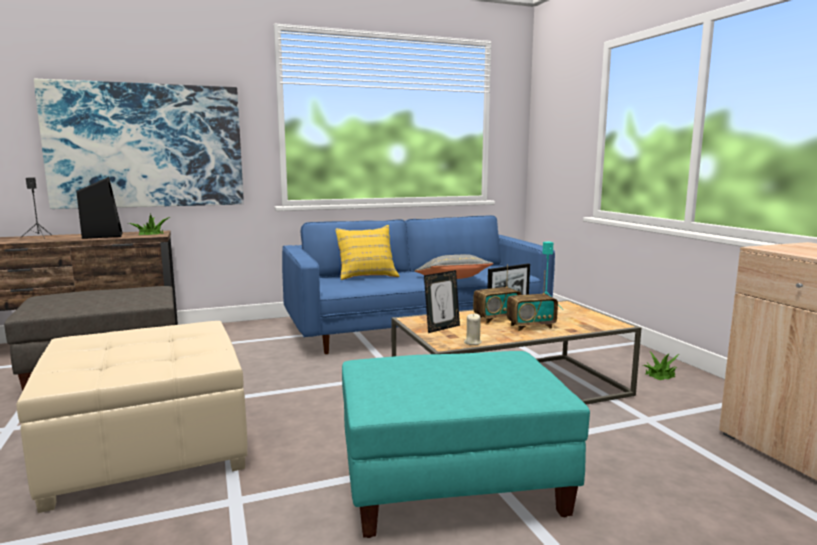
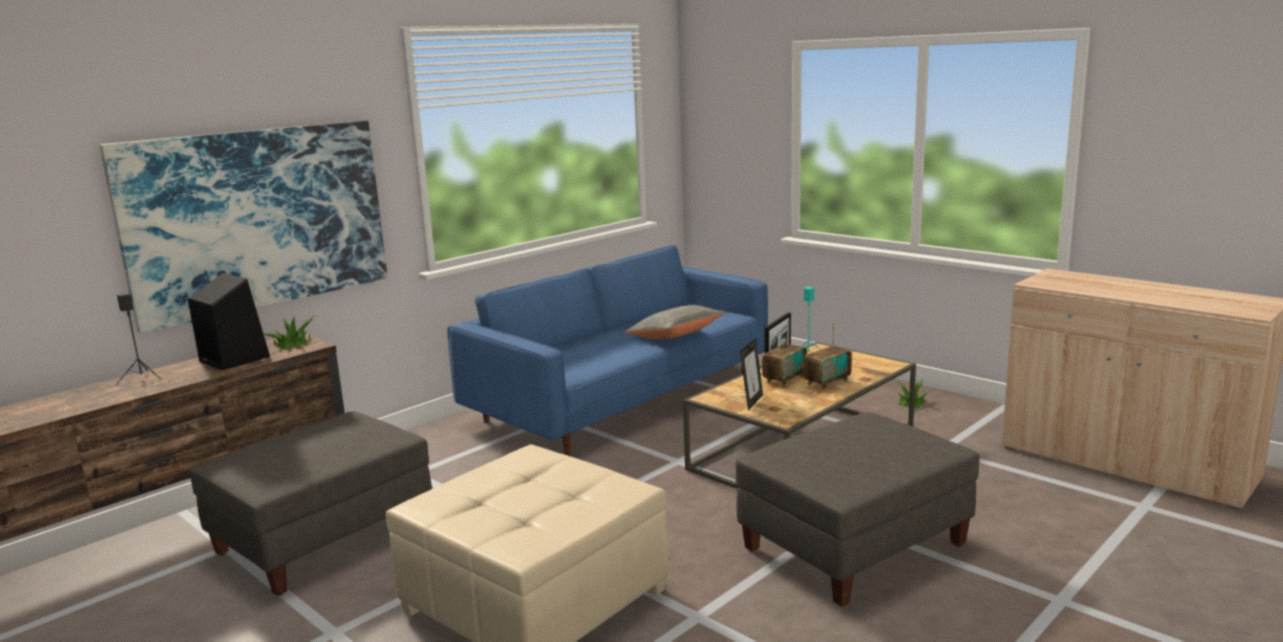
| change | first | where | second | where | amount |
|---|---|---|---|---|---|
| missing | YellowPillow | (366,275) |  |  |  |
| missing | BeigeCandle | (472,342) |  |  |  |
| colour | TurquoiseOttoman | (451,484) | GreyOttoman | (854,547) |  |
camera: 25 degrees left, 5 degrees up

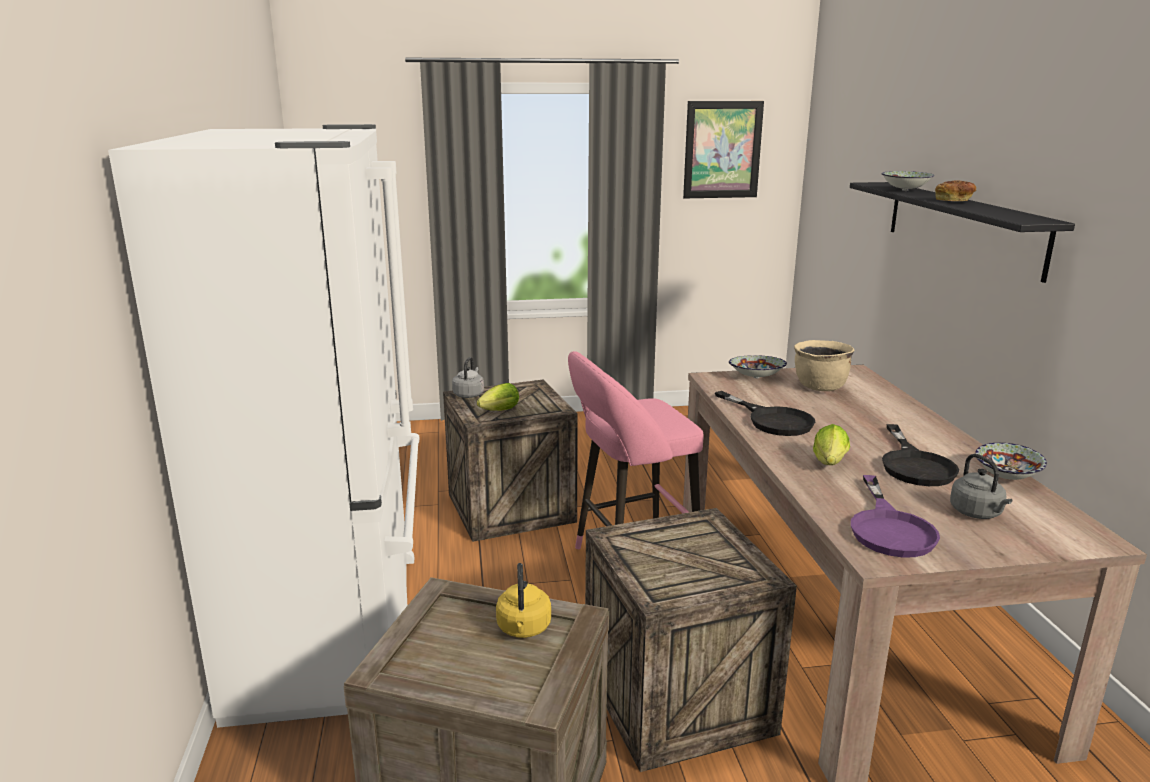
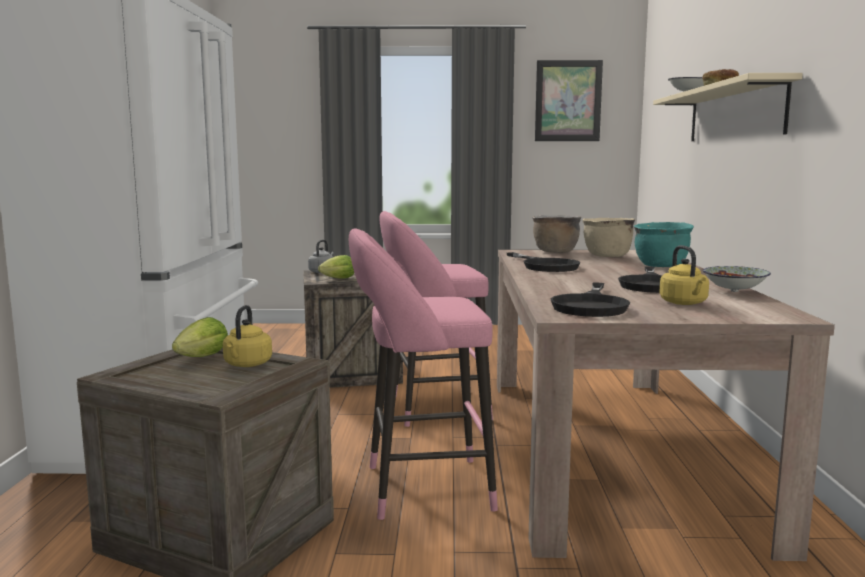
| change | first | where | second | where | amount |
|---|---|---|---|---|---|
| appeared |  |  | TurquoiseCookingPot | (661,266) |  |
| relocated | Lettuce | (829,464) |  | (200,358) |  |
| exchanged | Crate | (674,698) | PinkStool | (419,488) |  |
| exchanged | Bowl | (756,377) | BrownCookingPot | (555,252) |  |
| colour | BlackShelf | (962,226) | BeigeShelf | (734,113) |  |
| colour | PurpleFryingPan | (889,528) | BlackFryingPan | (591,306) |  |
| colour | GreyKettle | (977,513) | YellowKettle | (684,303) |  |
camera: 10 degrees right, 10 degrees down

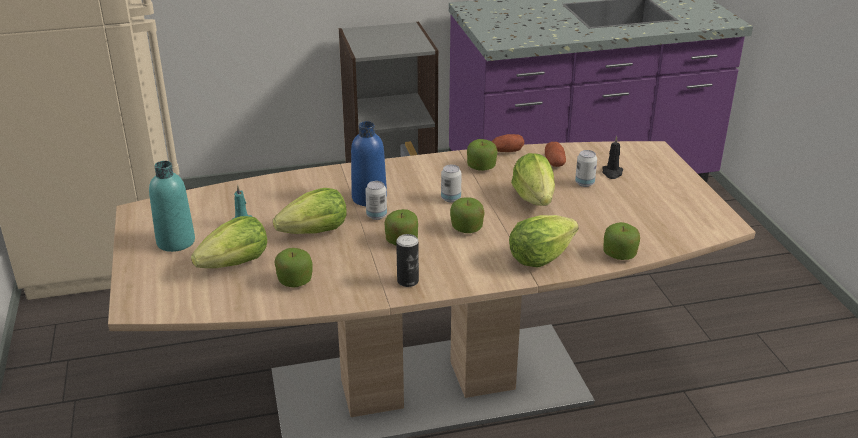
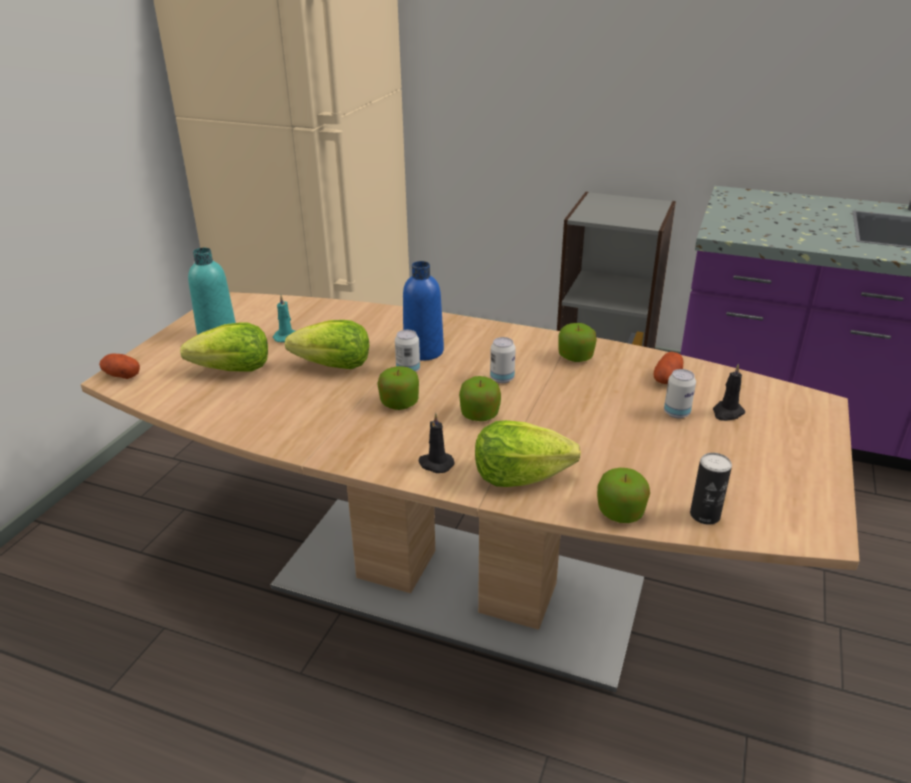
| change | first | where | second | where | amount |
|---|---|---|---|---|---|
| missing | Apple | (295,281) |  |  |  |
| missing | Lettuce | (534,198) |  |  |  |
| appeared |  |  | BlackCandle | (435,464) |  |
| relocated | Can | (407,281) |  | (705,515) |  |
| relocated | Potato | (506,151) |  | (122,375) |  |
camera: 35 degrees right, 0 degrees up

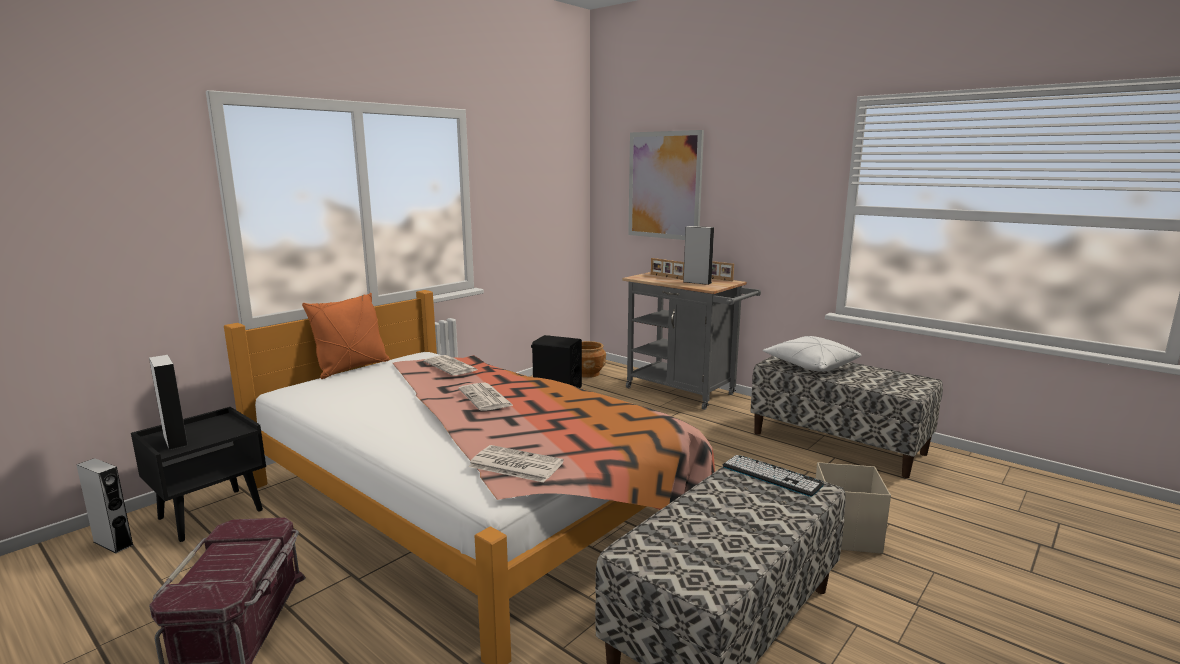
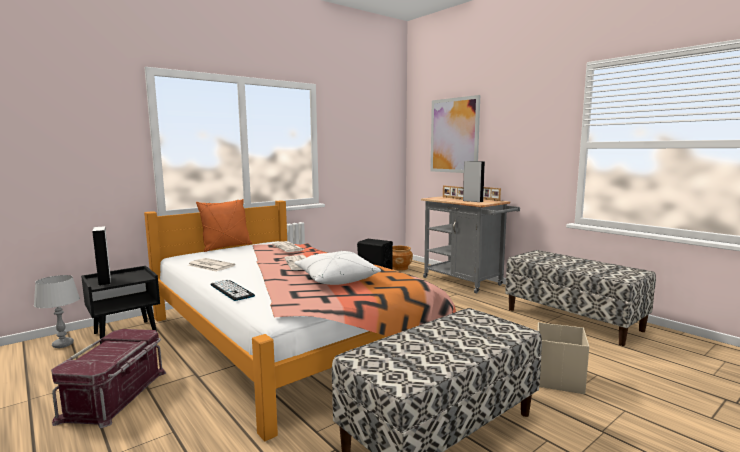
| change | first | where | second | where | amount |
|---|---|---|---|---|---|
| relocated | Newspaper | (514,465) |  | (210,265) |  |
| relocated | Keyboard | (771,476) |  | (231,290) |  |
| relocated | WhitePillow | (810,366) |  | (336,279) |  |
| exchanged | GreySpeaker | (113,543) | GreyTableLamp | (63,344) |  |
camera: 10 degrees right, 5 degrees down

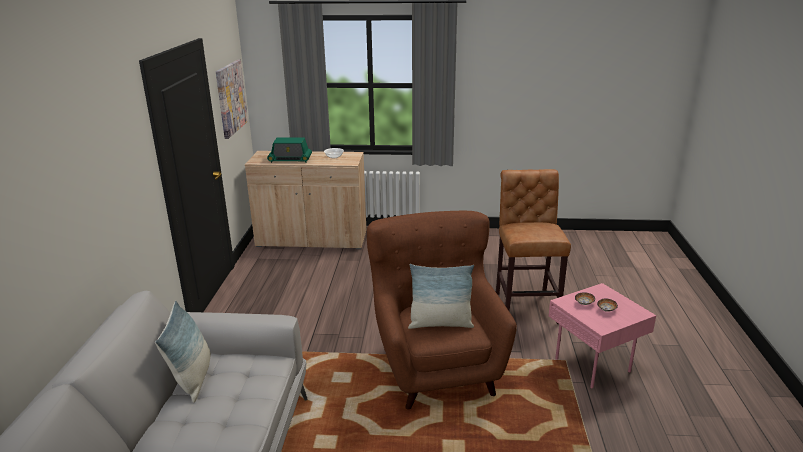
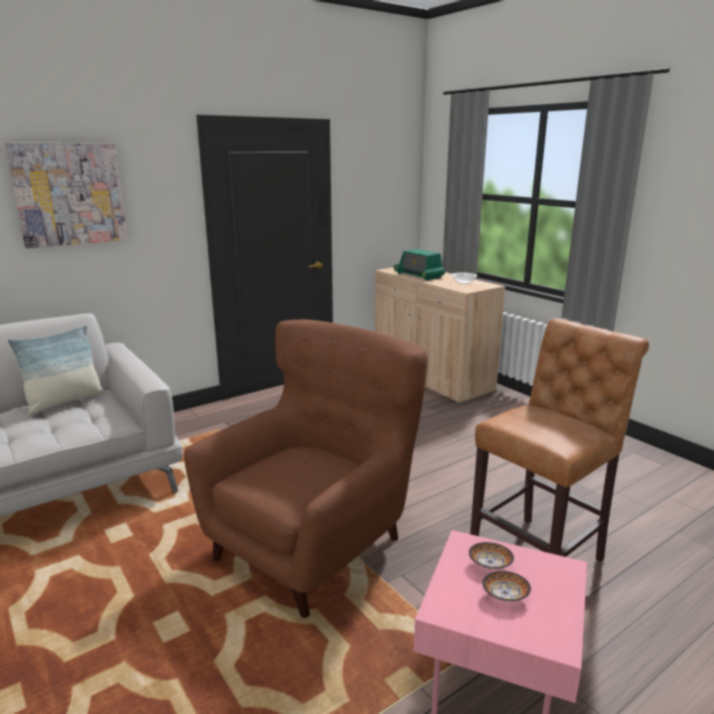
| change | first | where | second | where | amount |
|---|---|---|---|---|---|
| missing | Pillow | (440,324) |  |  |  |
| relocated | Picture | (230,98) |  | (69,194) |  |
camera: 50 degrees right, 5 degrees down

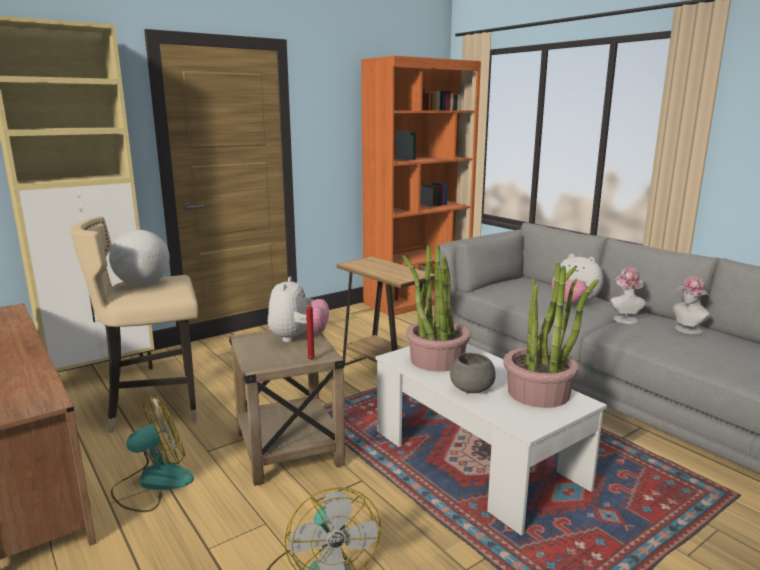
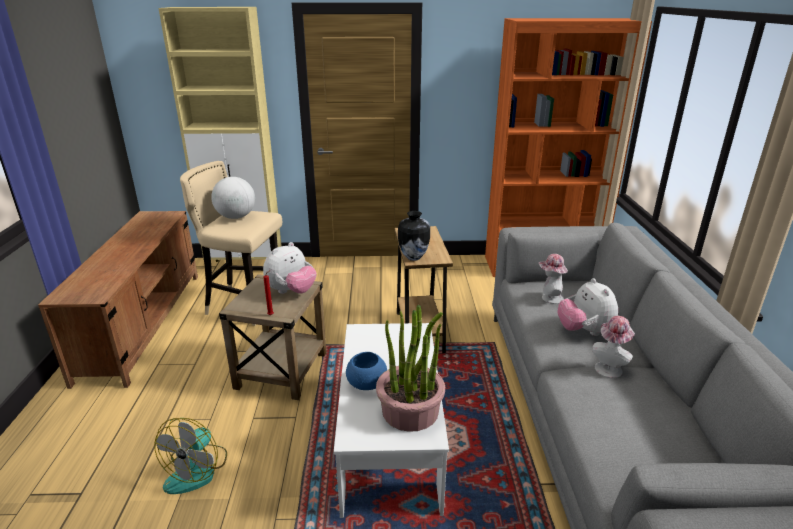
| change | first | where | second | where | amount |
|---|---|---|---|---|---|
| missing | Fan | (153,483) |  |  |  |
| missing | PottedPlant | (436,360) |  |  |  |
| appeared |  |  | Vase | (413,257) |  |
| relocated | Hat | (686,330) |  | (549,298) |  |
| colour | GreyBowl | (471,389) | BlueBowl | (366,383) |  |
camera: 35 degrees right, 10 degrees up

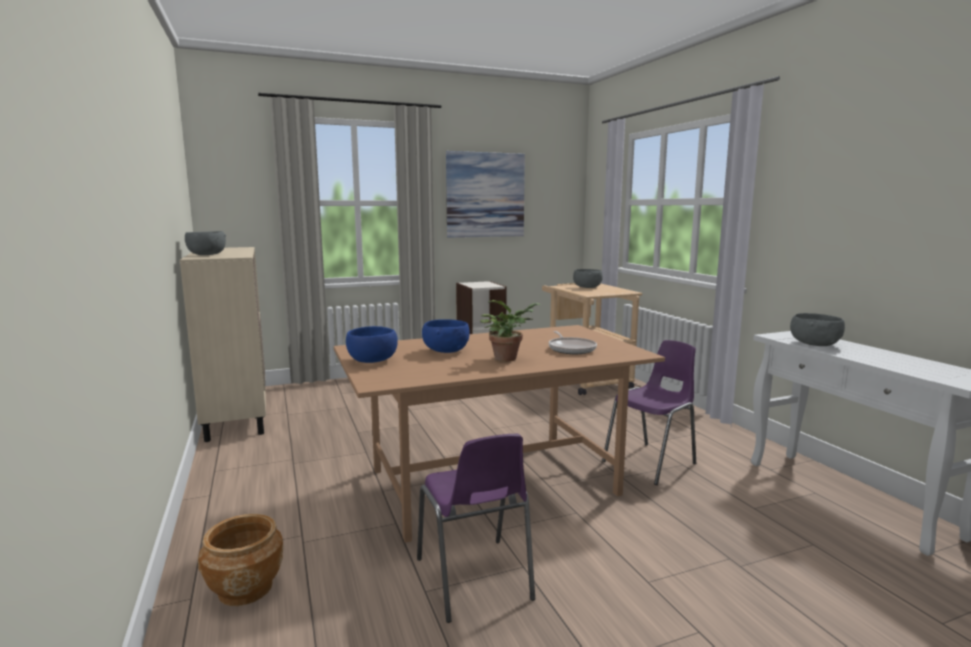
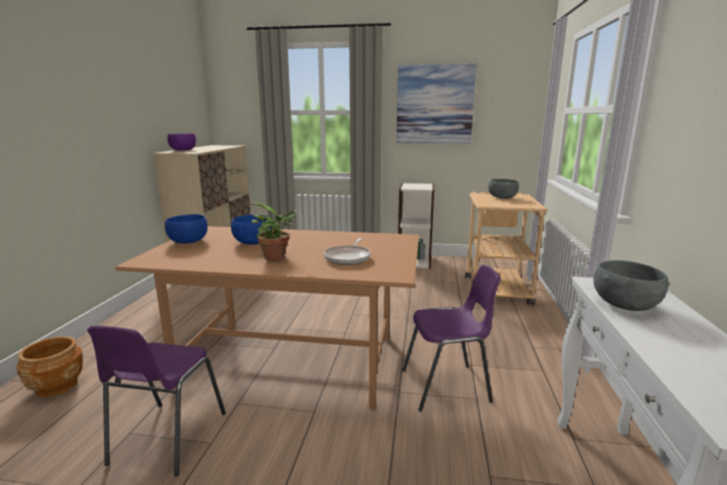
| change | first | where | second | where | amount |
|---|---|---|---|---|---|
| colour | GreyBowl | (207,255) | PurpleBowl | (182,150) |  |
camera: 30 degrees right, 5 degrees up

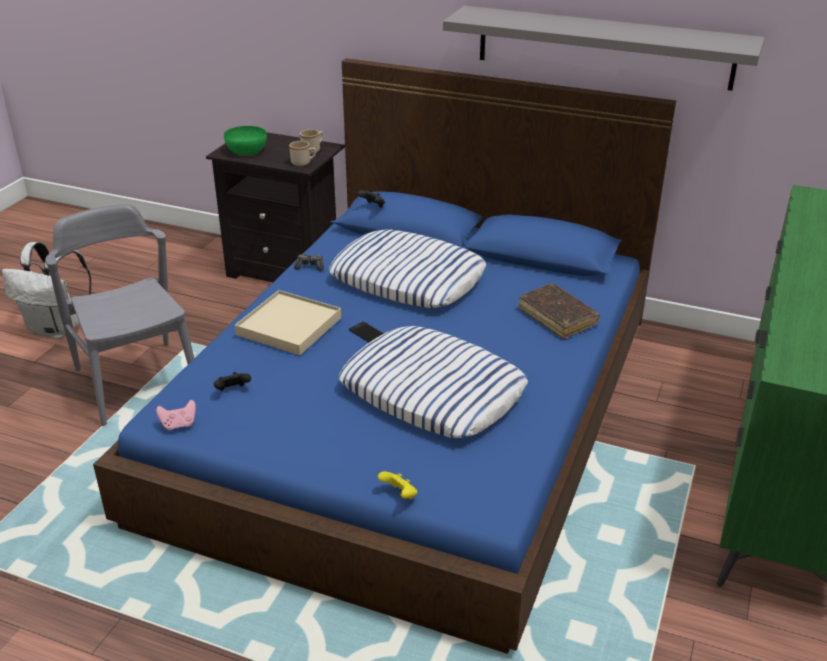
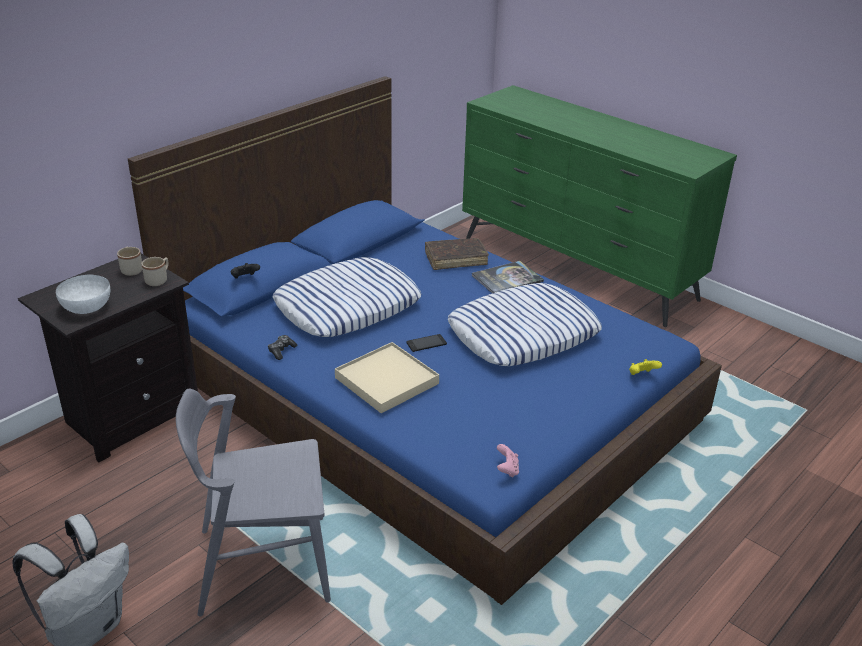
| change | first | where | second | where | amount |
|---|---|---|---|---|---|
| missing | BlackGameController | (232,390) |  |  |  |
| missing | GreyShelf | (604,47) |  |  |  |
| appeared |  |  | Book | (507,279) |  |
| colour | GreenBowl | (246,151) | WhiteBowl | (86,307) |  |
camera: 70 degrees left, 0 degrees up

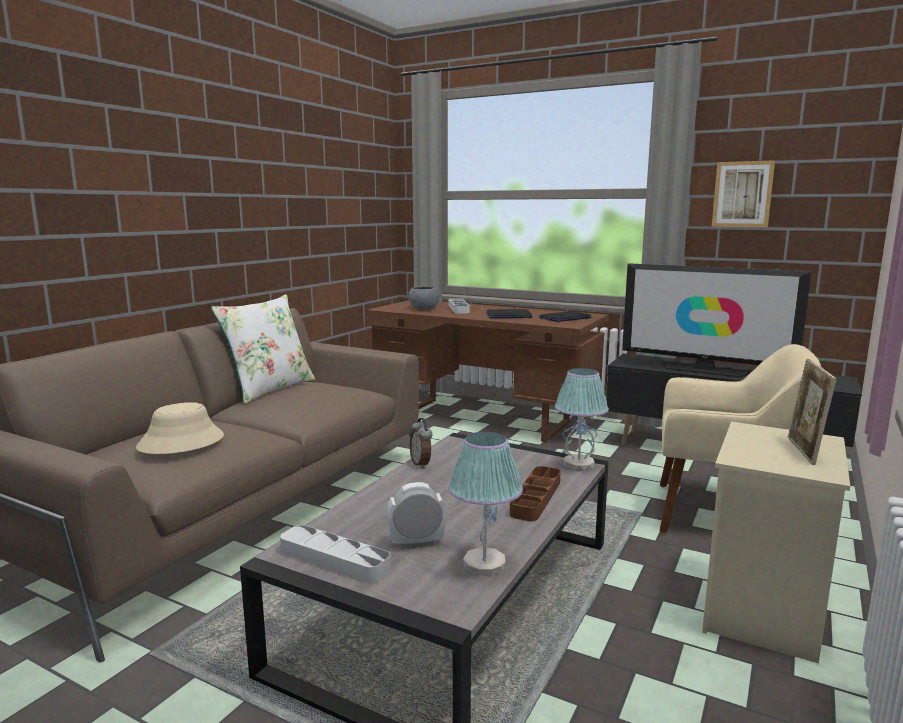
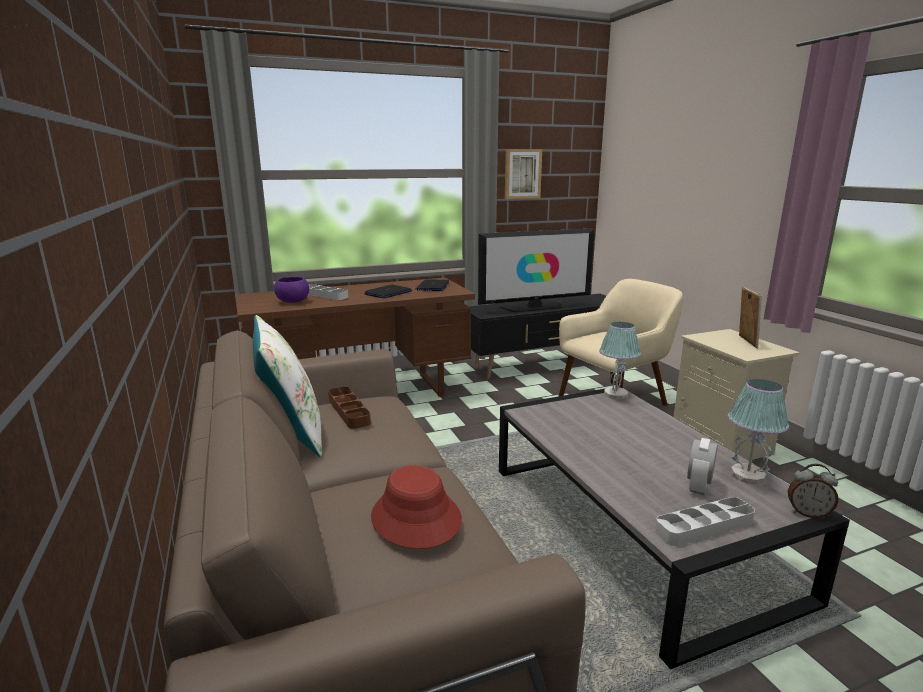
| change | first | where | second | where | amount |
|---|---|---|---|---|---|
| relocated | AlarmClock | (421,464) |  | (808,513) |  |
| relocated | BrownTray | (536,498) |  | (348,411) |  |
| colour | BeigeHat | (181,442) | RedHat | (415,518) |  |
| colour | GreyBowl | (424,309) | PurpleBowl | (292,301) |  |
| spun | PictureFrame | (804,451) |  | (745,341) | 135 degrees counterclockwise |
camera: 50 degrees left, 5 degrees up

